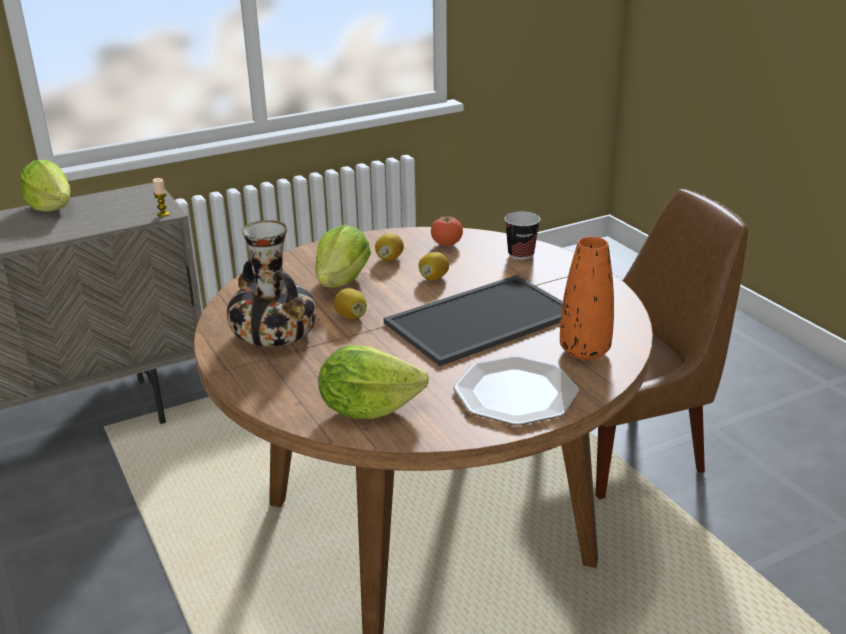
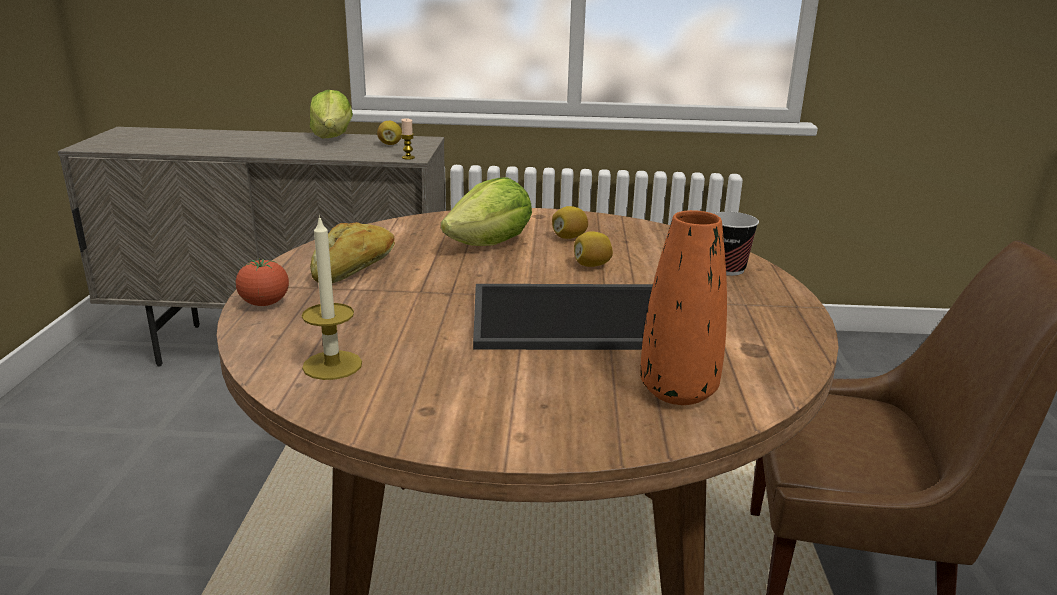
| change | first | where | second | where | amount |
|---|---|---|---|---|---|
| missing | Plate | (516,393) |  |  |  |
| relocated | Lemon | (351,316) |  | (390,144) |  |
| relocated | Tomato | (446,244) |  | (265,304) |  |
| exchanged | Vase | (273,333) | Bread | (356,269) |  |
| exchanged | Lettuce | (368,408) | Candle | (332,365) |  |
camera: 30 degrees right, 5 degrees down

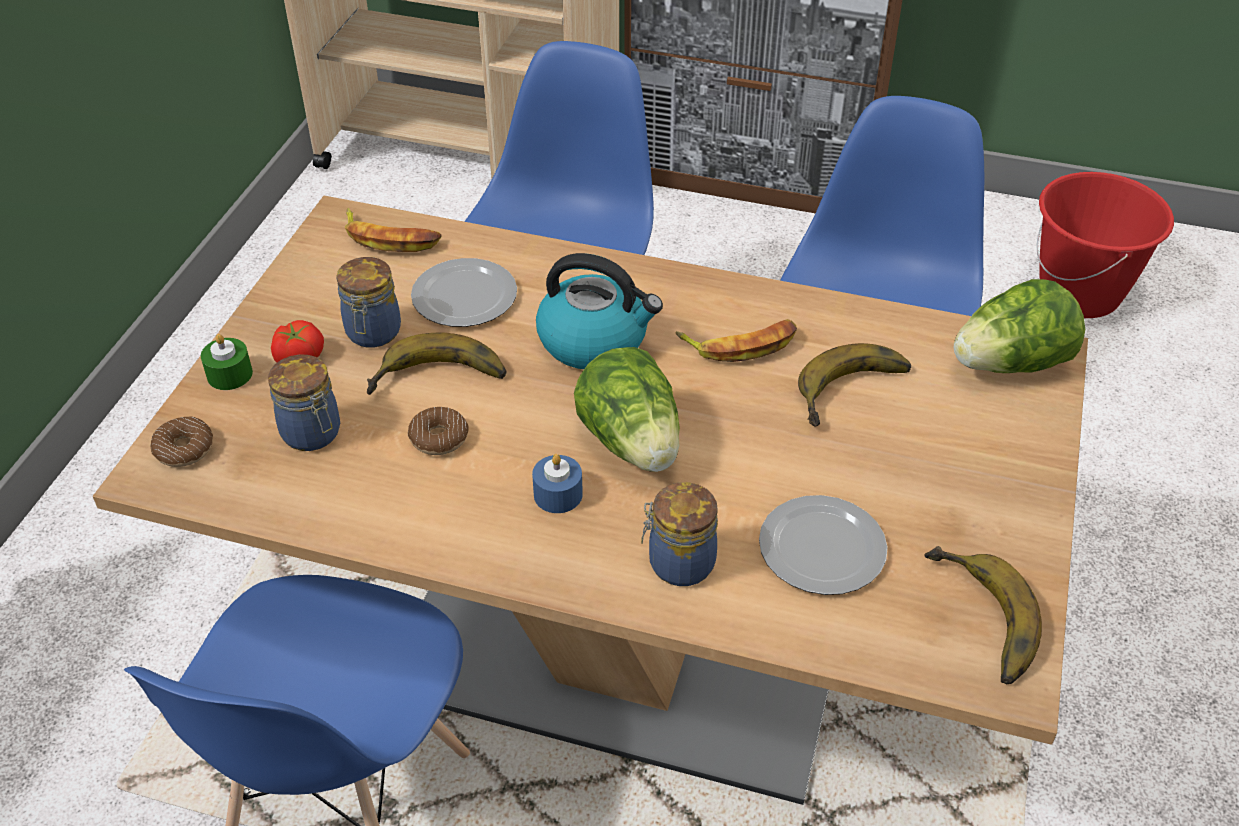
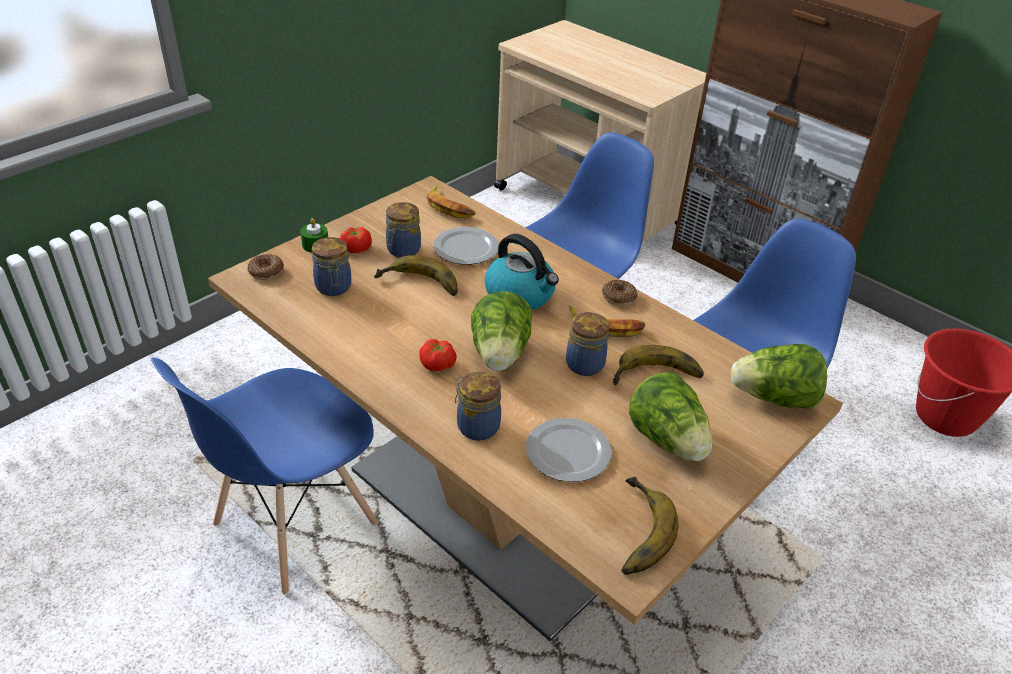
| change | first | where | second | where | amount |
|---|---|---|---|---|---|
| appeared |  |  | Jar | (584,363) |  |
| appeared |  |  | Lettuce | (667,440) |  |
| relocated | Donut | (439,438) |  | (618,297) |  |
| exchanged | BlueCandle | (558,494) | Tomato | (437,365) |  |
camera: 25 degrees right, 5 degrees down

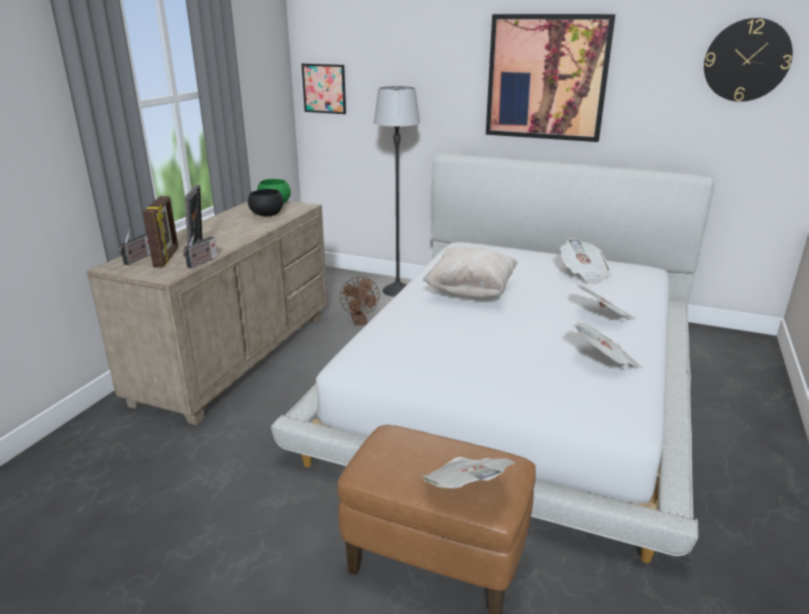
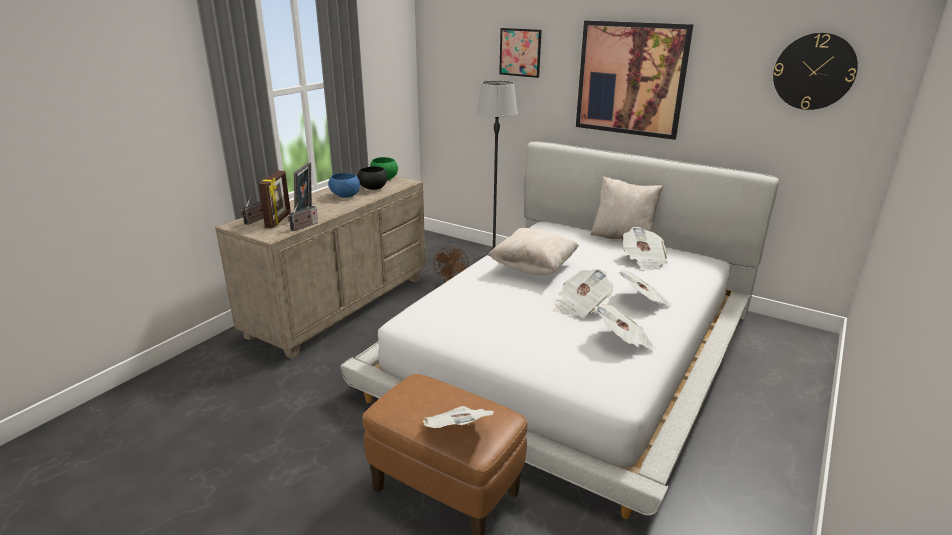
| change | first | where | second | where | amount |
|---|---|---|---|---|---|
| appeared |  |  | BlueBowl | (345,196) |  |
| appeared |  |  | Newspaper | (580,306) |  |
| appeared |  |  | BeigePillow | (622,238) |  |
| relocated | Picture | (324,88) |  | (520,52) |  |
camera: 10 degrees right, 0 degrees up

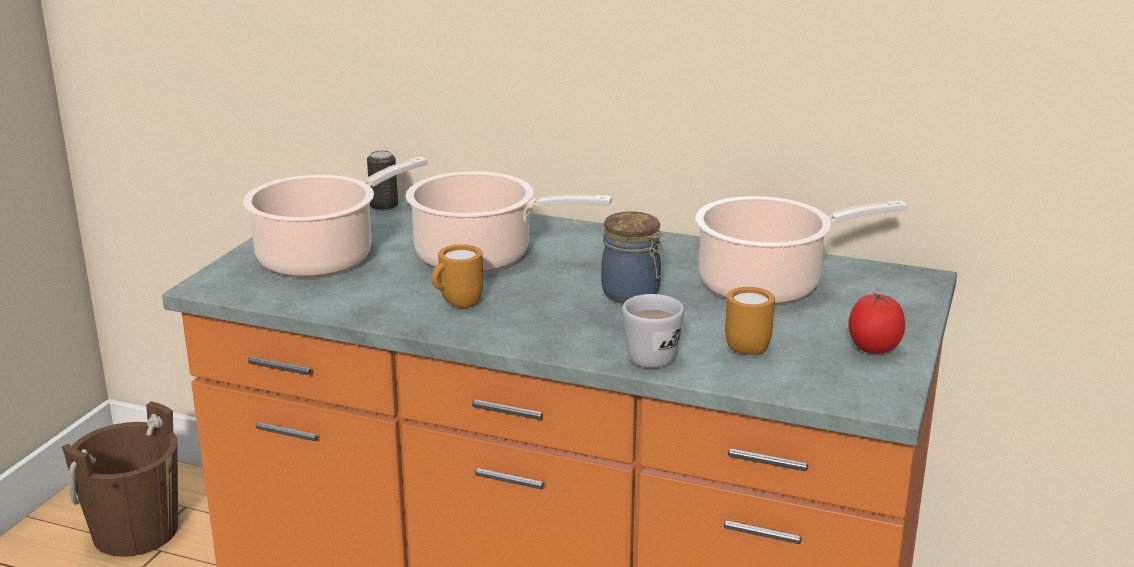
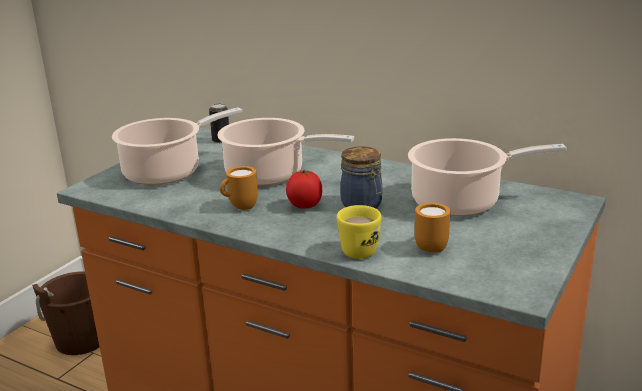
| change | first | where | second | where | amount |
|---|---|---|---|---|---|
| relocated | Tomato | (872,350) |  | (304,206) |  |
| colour | WhiteMug | (653,354) | YellowMug | (362,248) |  |
camera: 10 degrees right, 0 degrees up

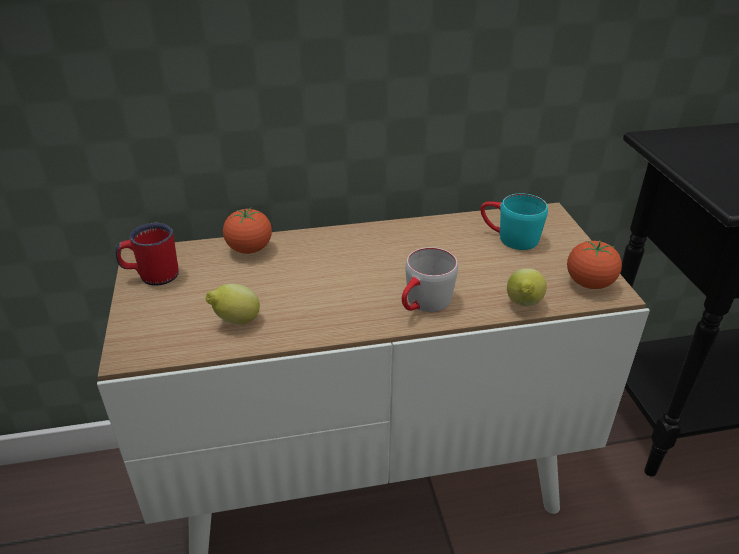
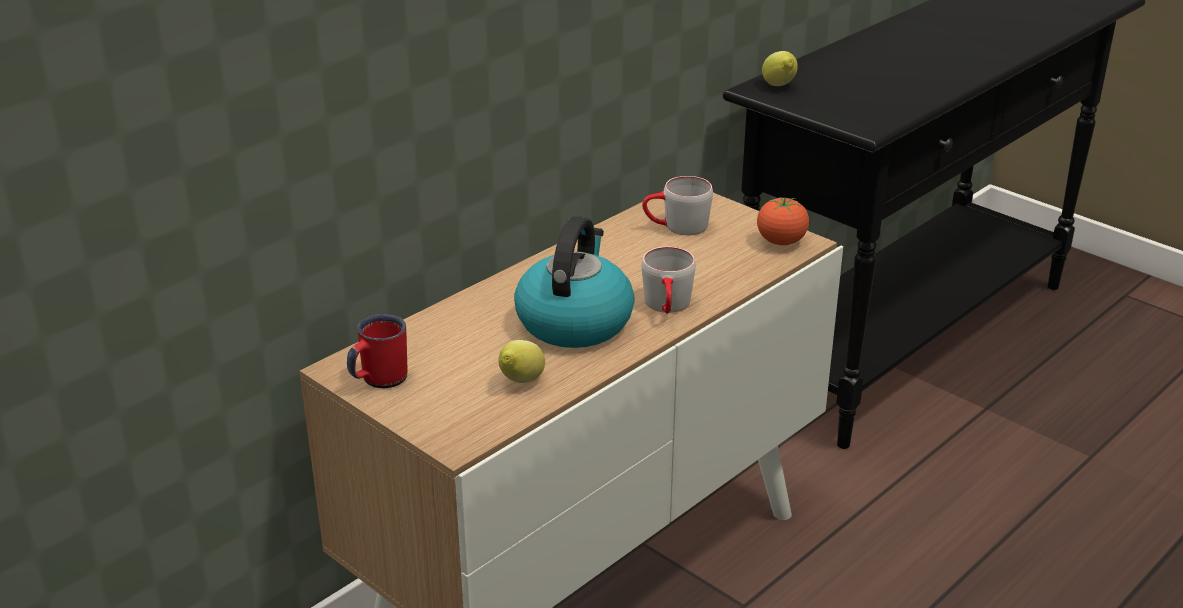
| change | first | where | second | where | amount |
|---|---|---|---|---|---|
| missing | Tomato | (249,249) |  |  |  |
| appeared |  |  | Kettle | (574,321) |  |
| relocated | Lemon | (523,305) |  | (779,86) |  |
| colour | TurquoiseMug | (509,237) | GreyMug | (676,227) |  |
camera: 35 degrees left, 5 degrees down

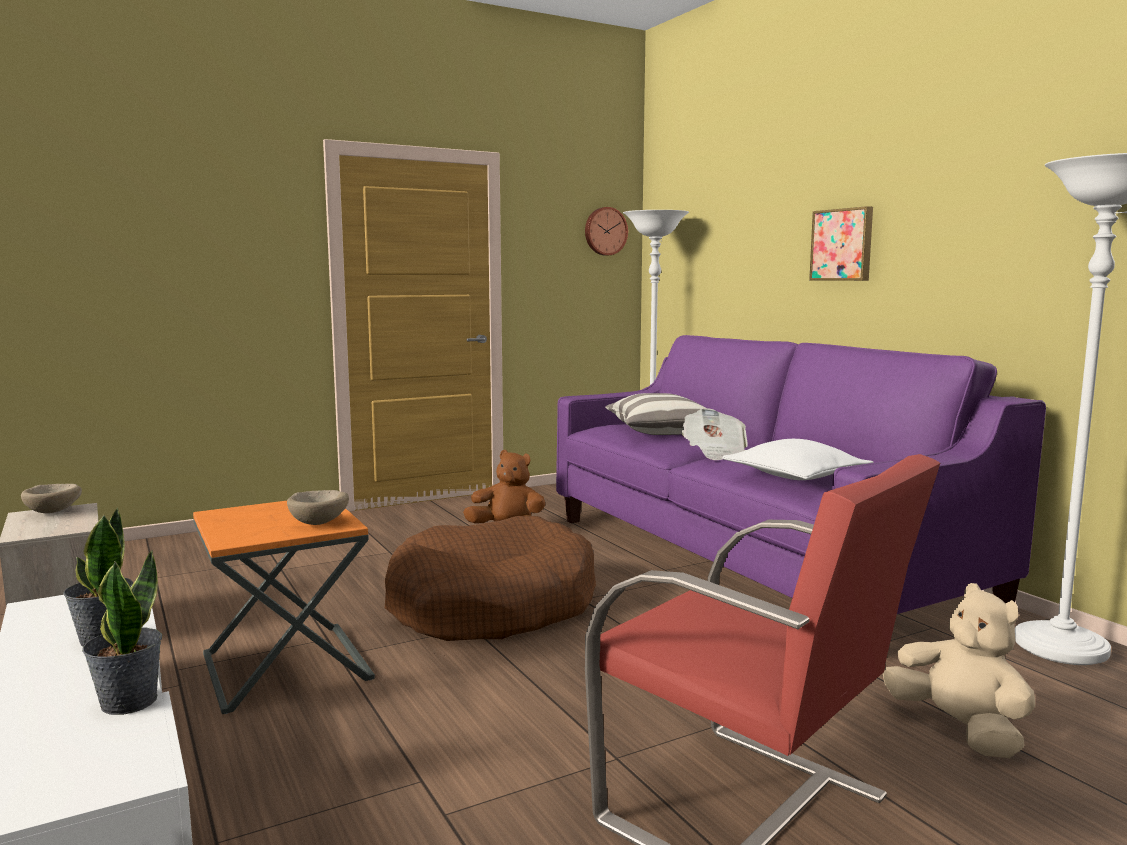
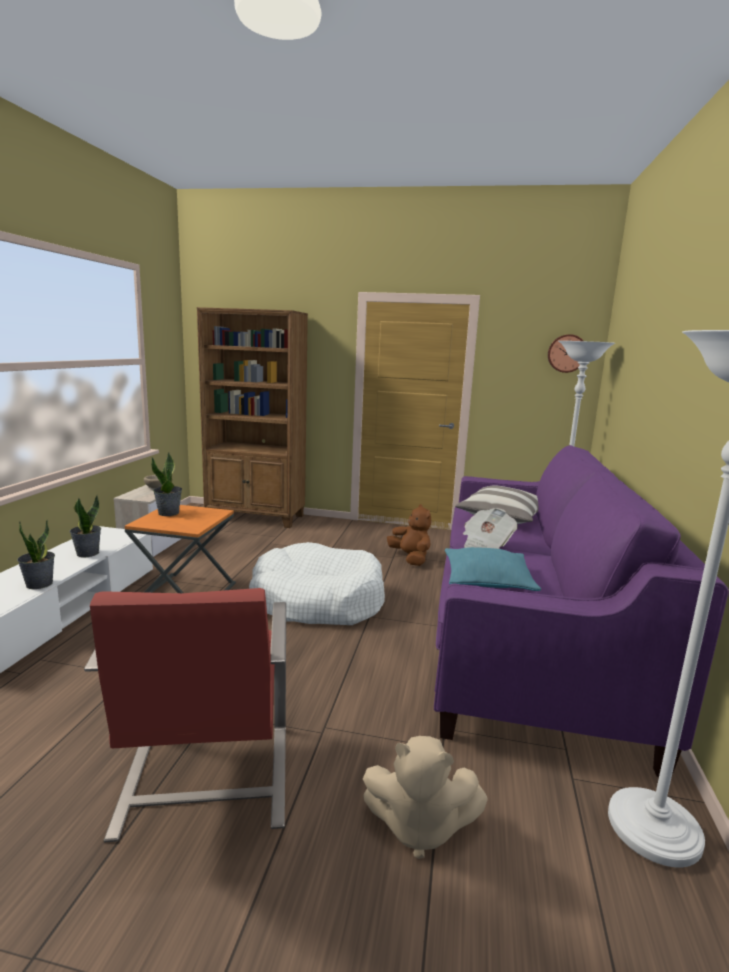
| change | first | where | second | where | amount |
|---|---|---|---|---|---|
| missing | BeigeBowl | (320,523) |  |  |  |
| missing | Picture | (843,245) |  |  |  |
| appeared |  |  | PottedPlant | (169,513) |  |
| appeared |  |  | BrownBookcase | (256,517) |  |
| colour | BrownDogBed | (491,606) | WhiteDogBed | (317,600) |  |
| colour | WhitePillow | (795,476) | TurquoisePillow | (487,580) |  |
| spun | BeigePlushToy | (959,730) |  | (419,826) | 90 degrees clockwise |
camera: 40 degrees right, 5 degrees up

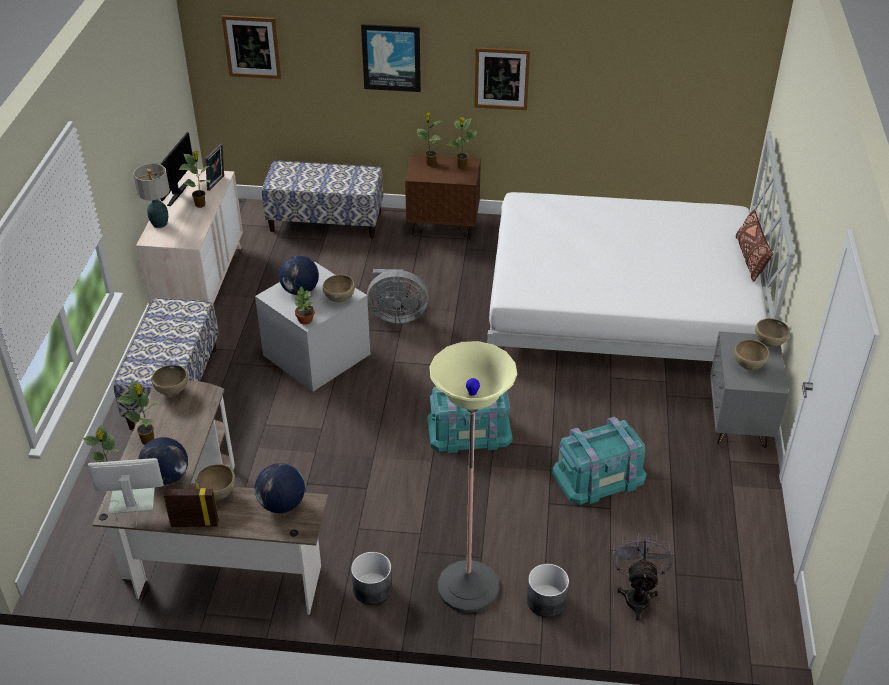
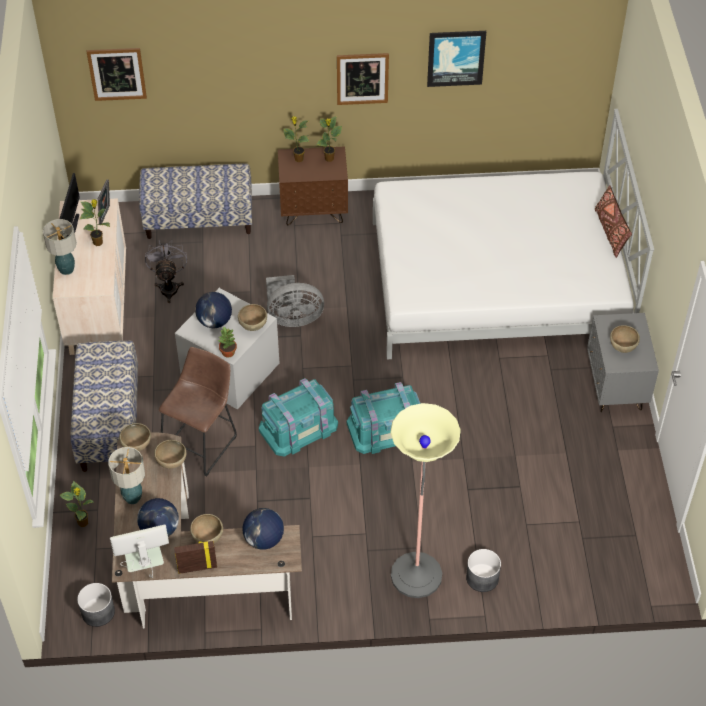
| change | first | where | second | where | amount |
|---|---|---|---|---|---|
| appeared |  |  | BrownStool | (201,442) |  |
| relocated | GreyPlanter | (372,589) |  | (98,612) |  |
| relocated | Picture | (391,57) |  | (456,57) |  |
| relocated | TurquoiseStorageBox | (598,475) |  | (298,427) |  |
| relocated | GreyFan | (637,595) |  | (169,286) |  |
| relocated | BrownBowl | (769,343) |  | (171,463) |  |
| exchanged | PottedPlant | (148,441) | TableLamp | (132,497) |  |
camera: 10 degrees left, 10 degrees up

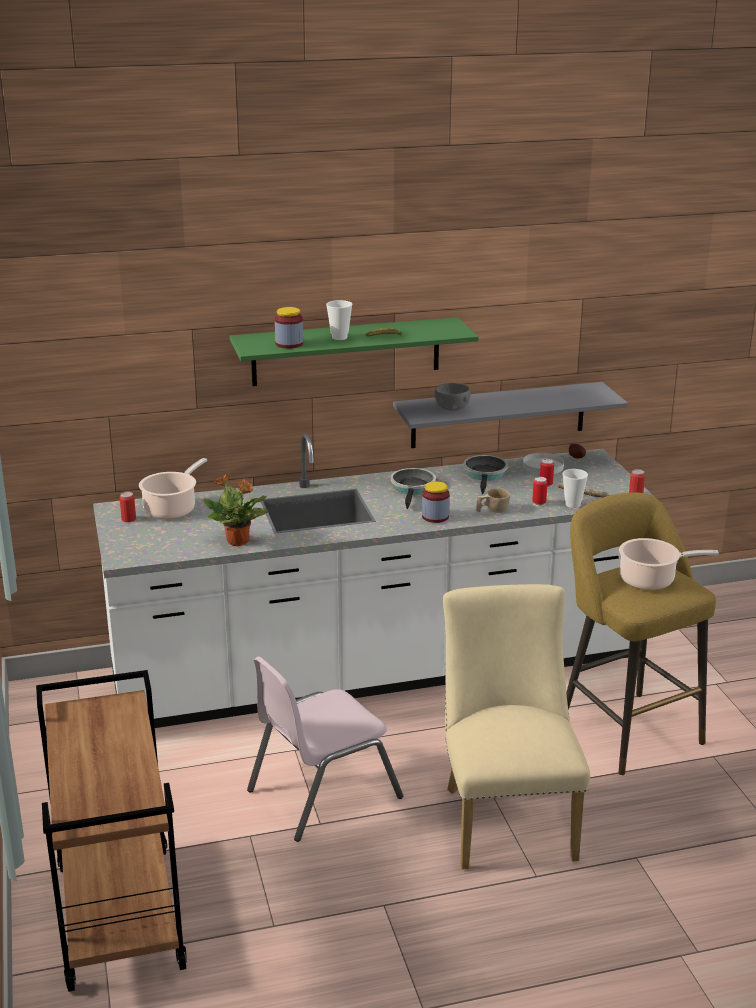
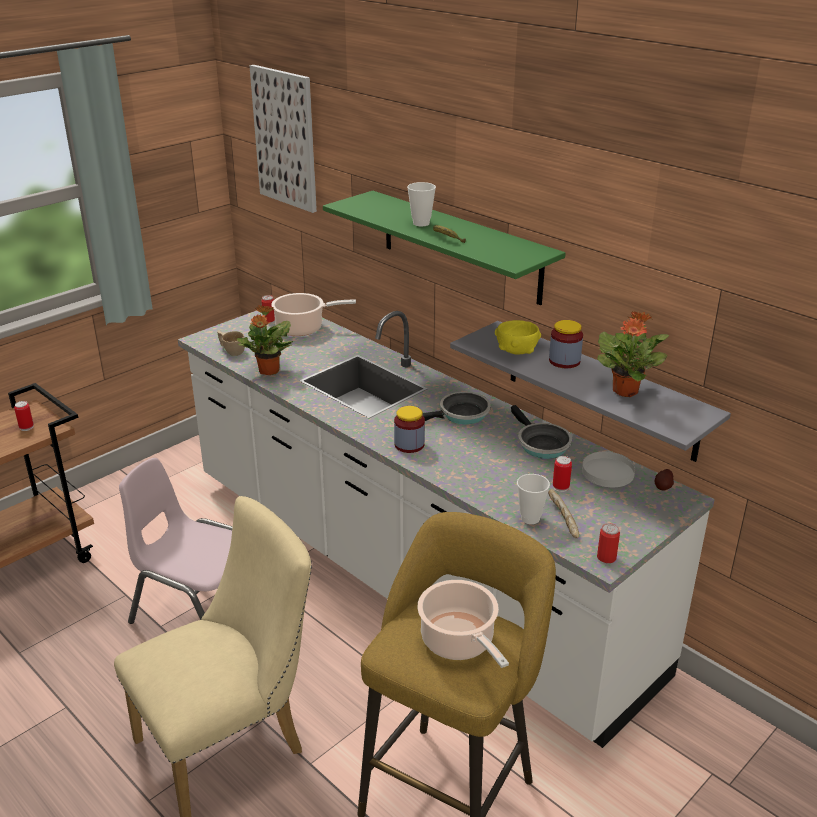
| change | first | where | second | where | amount |
|---|---|---|---|---|---|
| appeared |  |  | Picture | (285,138) |  |
| appeared |  |  | PottedPlant | (625,390) |  |
| relocated | Jar | (289,344) |  | (564,361) |  |
| relocated | BeigeCup | (492,510) |  | (231,351) |  |
| relocated | Can | (539,503) |  | (26,427) |  |
| colour | GreyBowl | (452,408) | YellowBowl | (516,351) |  |
| spun | FryingPan | (485,475) |  | (540,444) | 90 degrees clockwise |
camera: 60 degrees right, 5 degrees up

